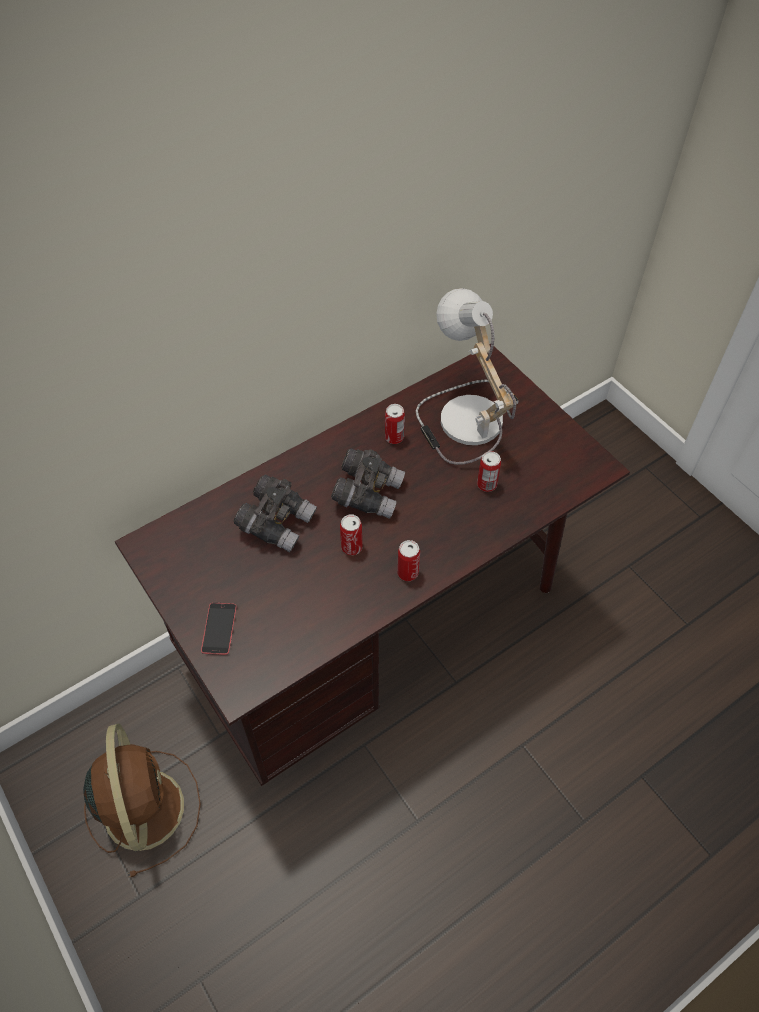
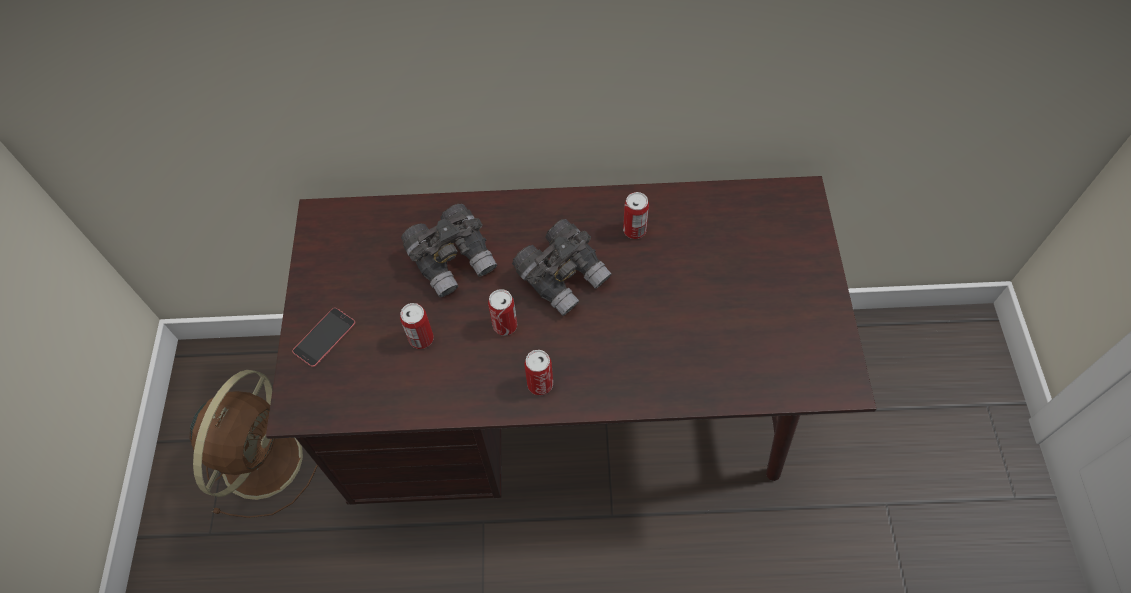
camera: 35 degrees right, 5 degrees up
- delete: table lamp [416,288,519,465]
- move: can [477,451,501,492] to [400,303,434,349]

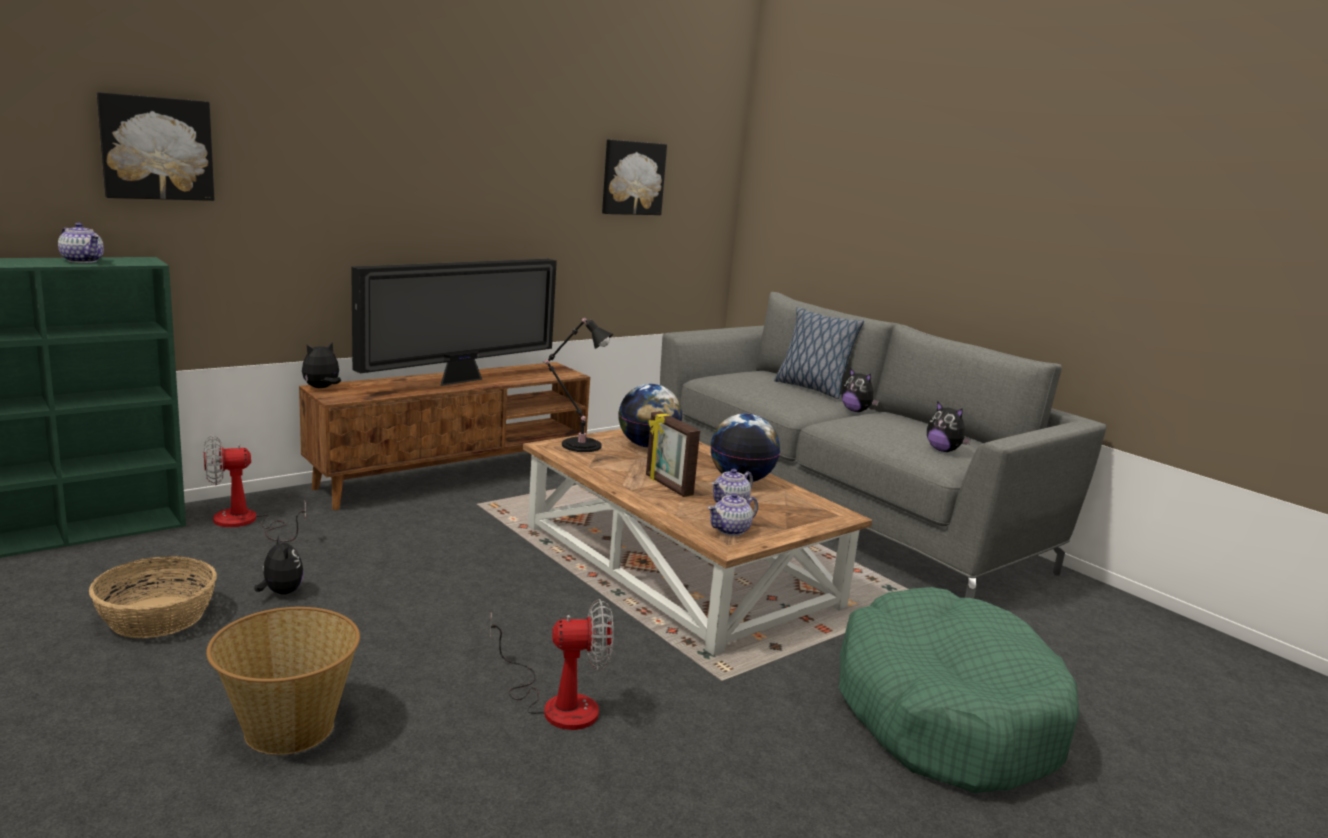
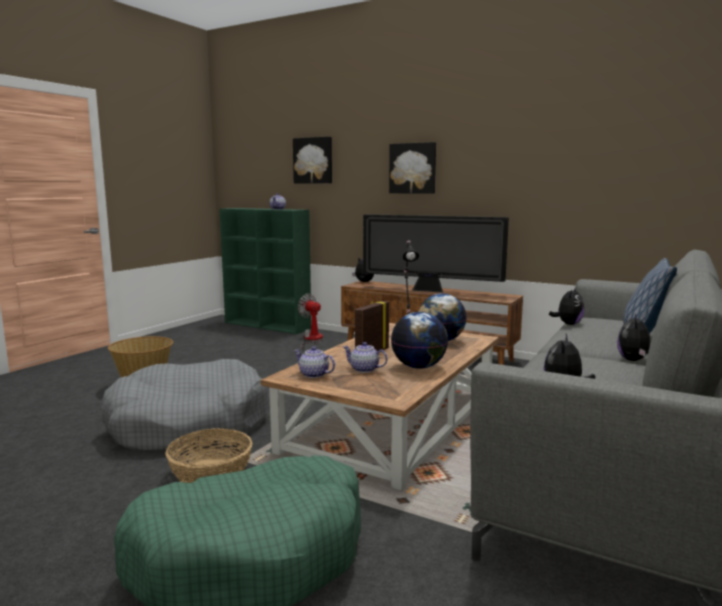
camera: 70 degrees right, 5 degrees down
- move: basket [89,556,217,638] to [165,428,253,483]
- move: plush toy [254,535,304,595] to [549,287,584,325]
- replace: fan [490,599,614,730] to grey dog bed [100,359,269,451]
- move: picture [602,139,667,215] to [389,142,436,194]

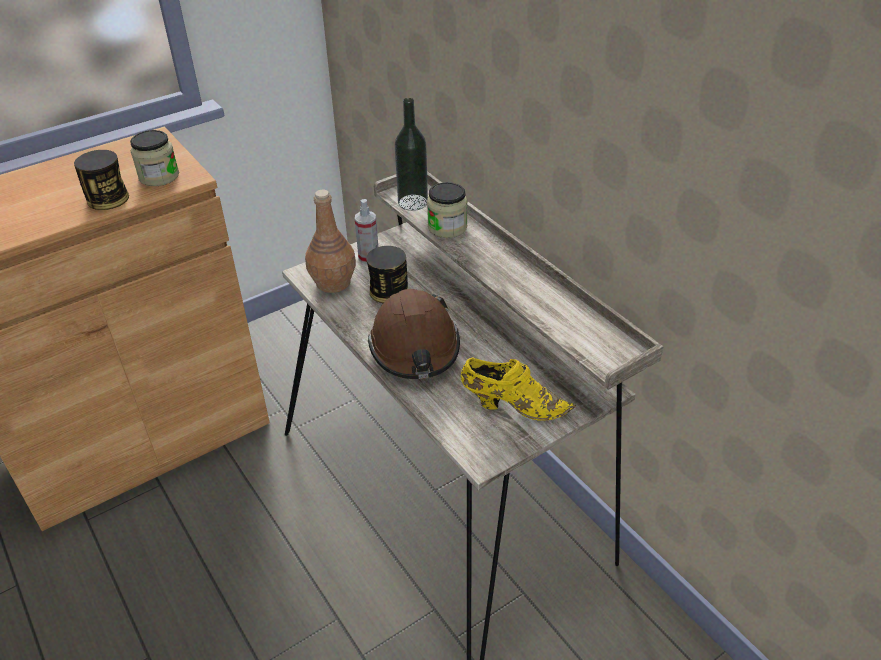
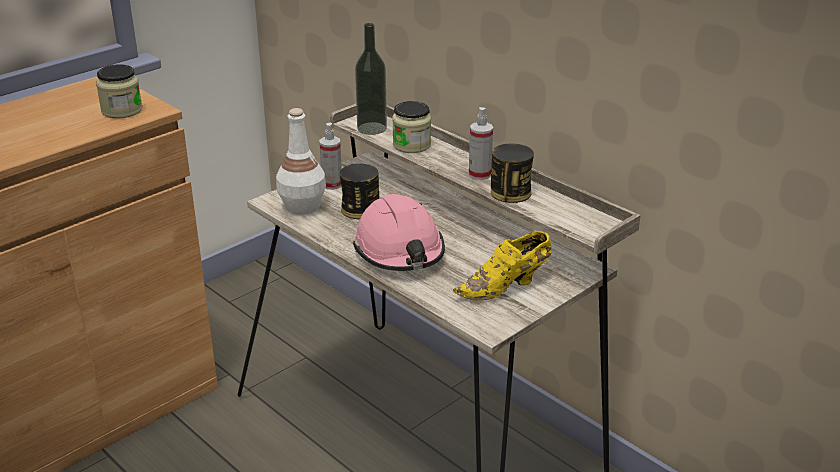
camera: 10 degrees left, 10 degrees down
- move: can [74,150,129,210] to [491,143,534,203]
- recolor: brown bottle [305,189,356,293] to white bottle [276,108,326,215]
- recolor: brown hard hat [368,289,460,379] to pink hard hat [353,194,445,271]
- rotate: yellow shoe [461,357,576,421] = [453,231,552,301] 150 degrees clockwise
- insert: spray bottle [469,107,493,180]

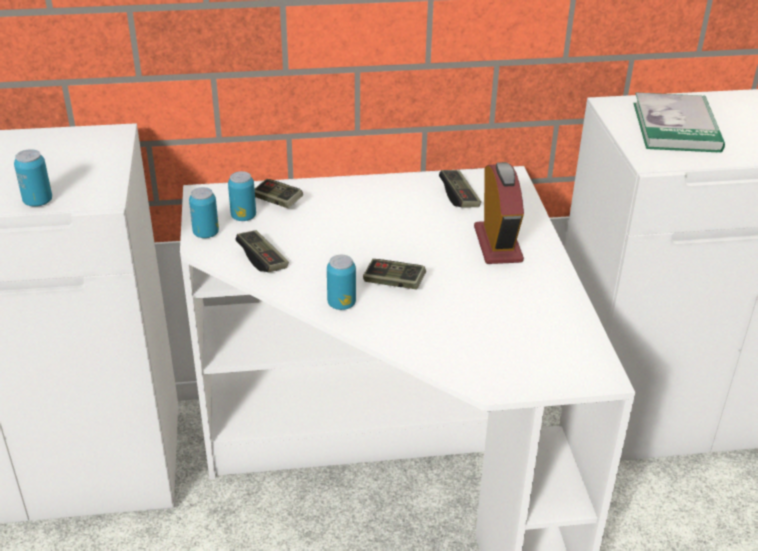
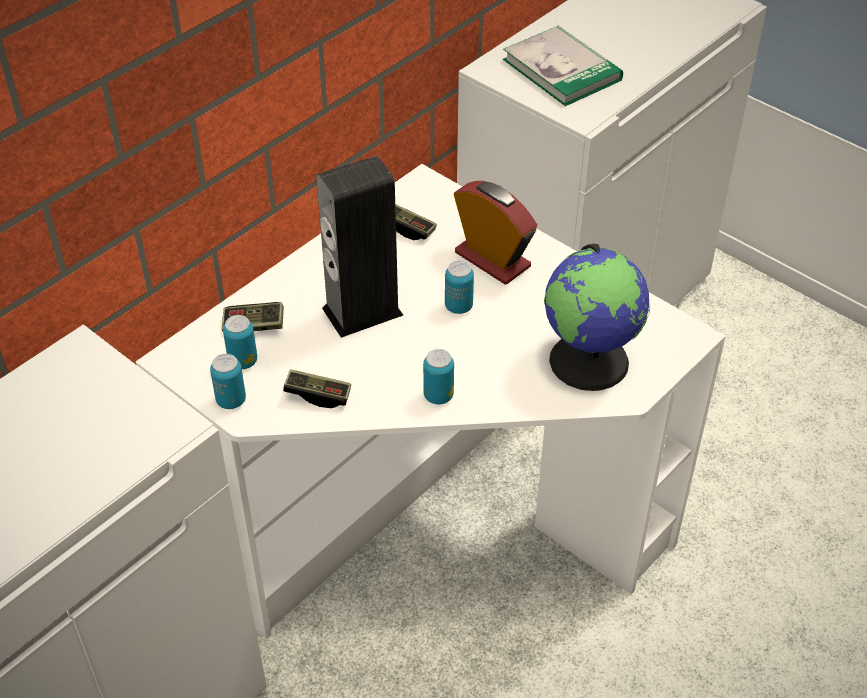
camera: 40 degrees left, 10 degrees up
- move: can [14,149,52,207] to [445,261,474,314]
- delete: game controller [363,259,426,289]
- insert: speaker [316,156,403,338]
- insert: globe [544,244,651,391]

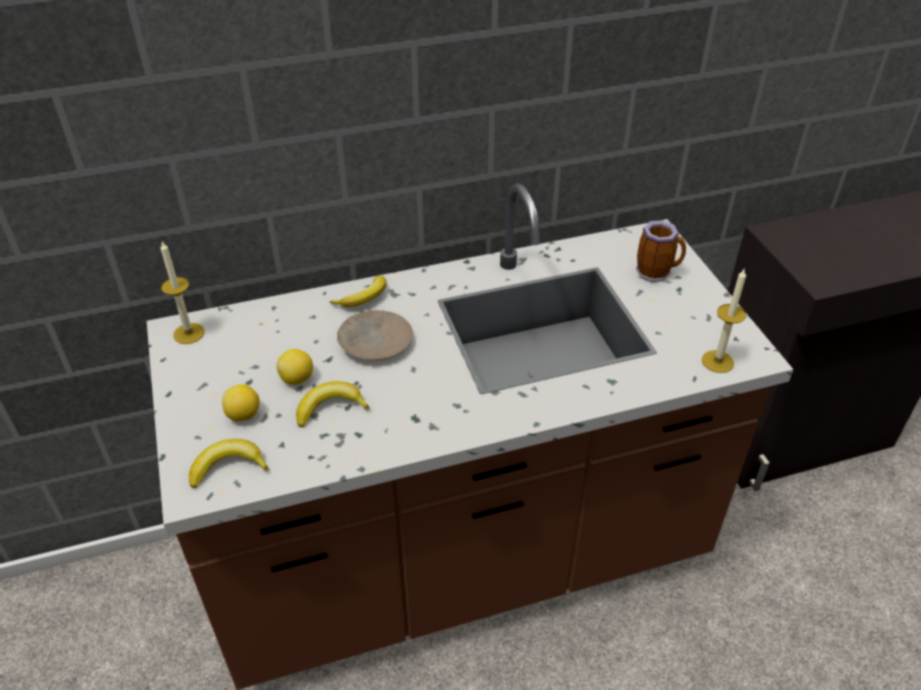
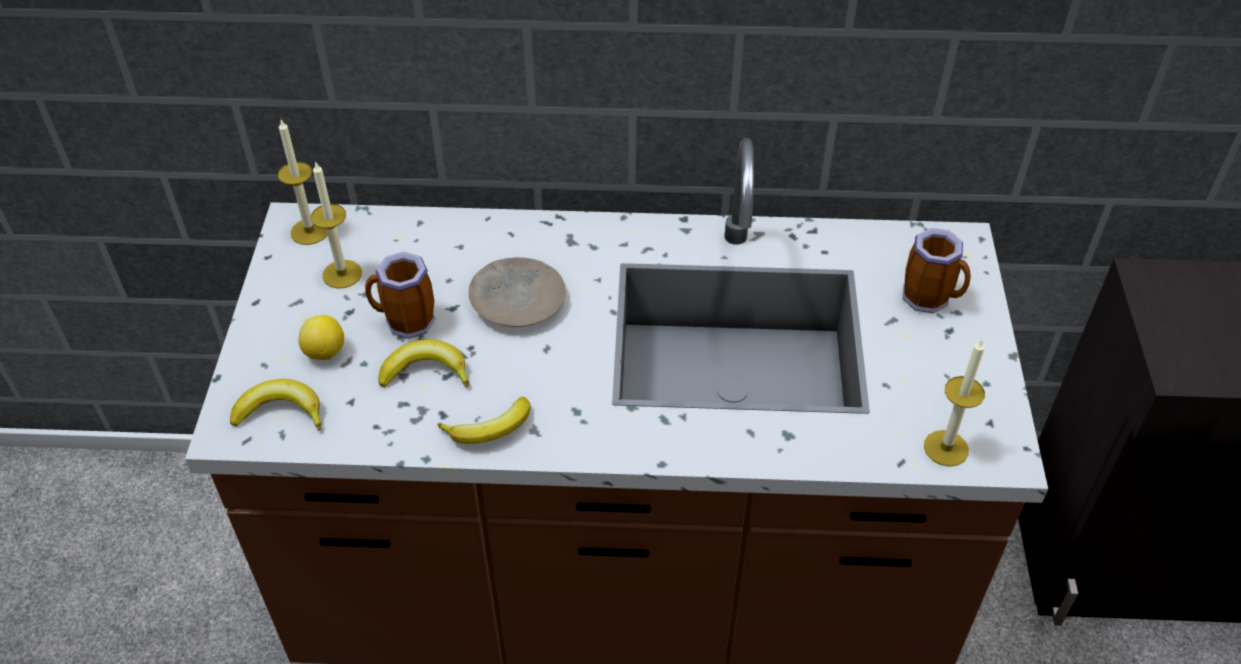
camera: 20 degrees right, 5 degrees up
- replace: lemon [277,349,313,385] to mug [365,252,436,339]
- move: banana [329,276,386,307] to [437,397,530,444]
- insert: candle [311,161,362,289]

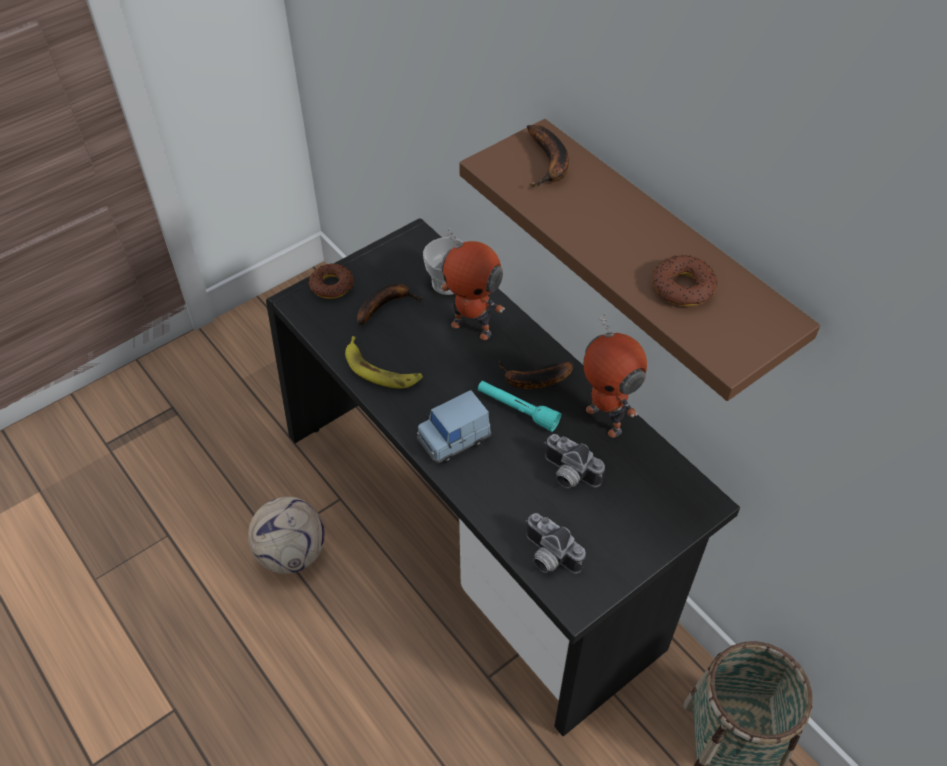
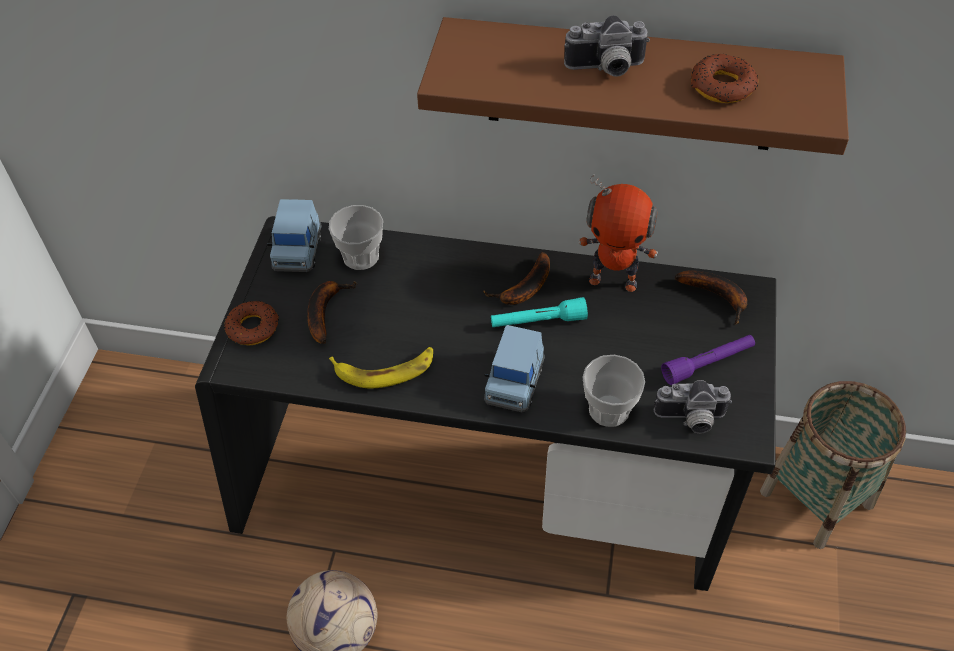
camera: 40 degrees left, 0 degrees up
- delete: toy robot [441,228,505,340]
- move: banana [527,125,569,187] to [675,270,748,325]
- move: photo camera [544,434,605,488] to [564,15,650,77]
- insert: blue toy car [267,199,322,272]
- insert: cup [582,355,645,427]
- insert: purple flashlight [661,335,755,385]

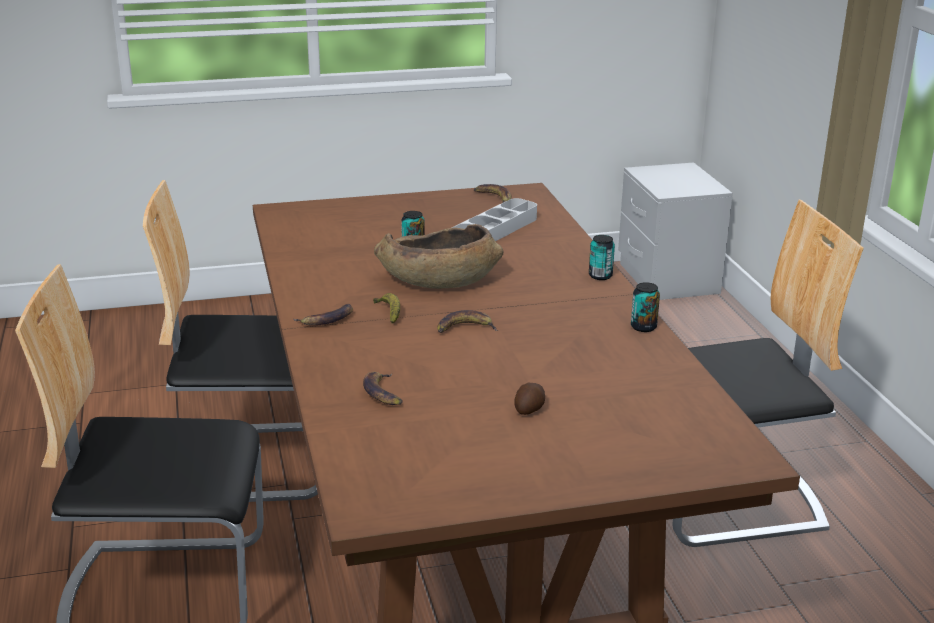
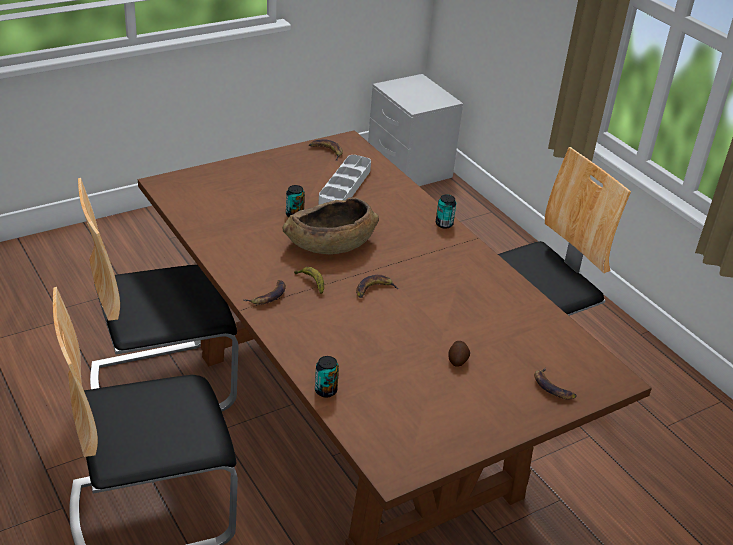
camera: 20 degrees left, 10 degrees up
- move: banana [363,372,403,405] to [534,368,577,399]
- move: can [631,282,660,332] to [315,356,339,397]

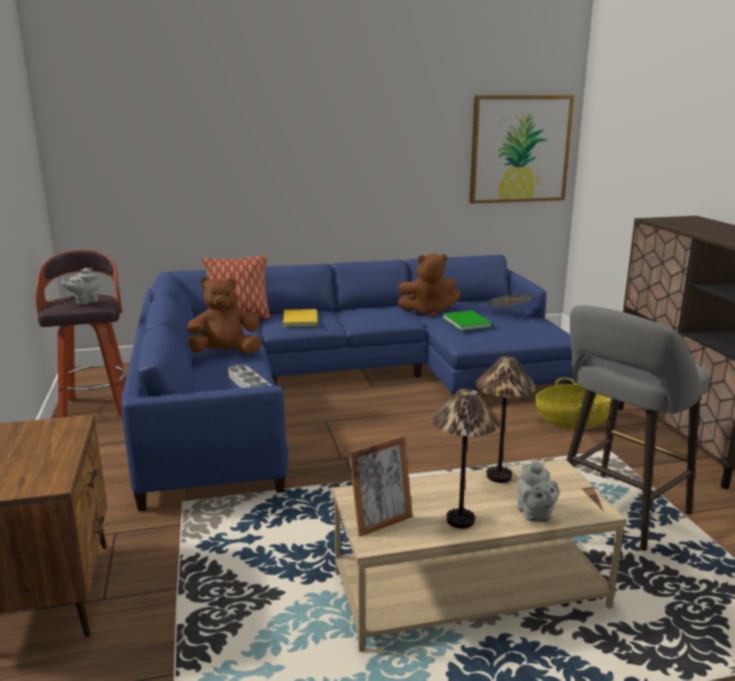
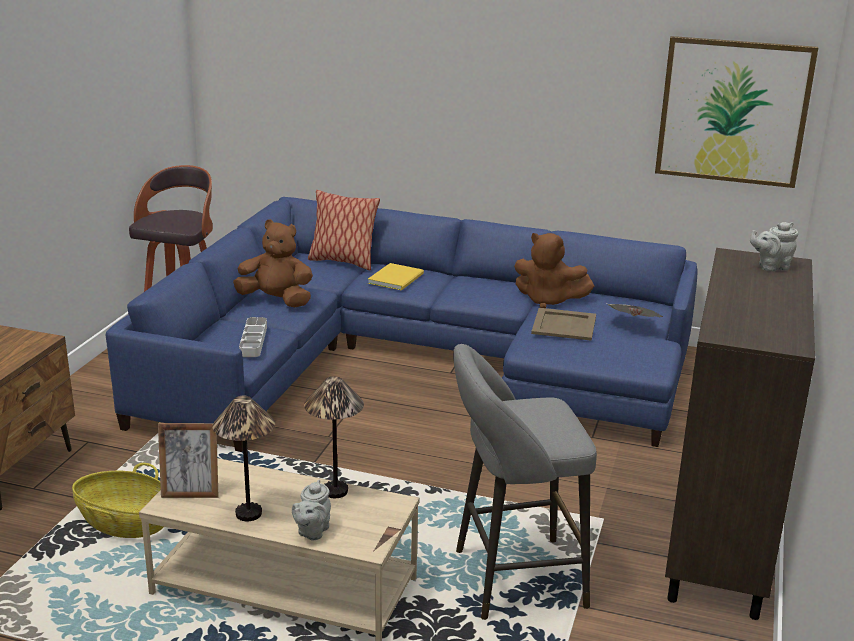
camera: 30 degrees right, 5 degrees up
- move: grey teapot [61,267,99,305] to [750,222,798,272]
- replace: green book [443,311,493,331] to beige tray [531,308,596,341]
- move: basket [535,378,611,429] to [72,463,164,538]

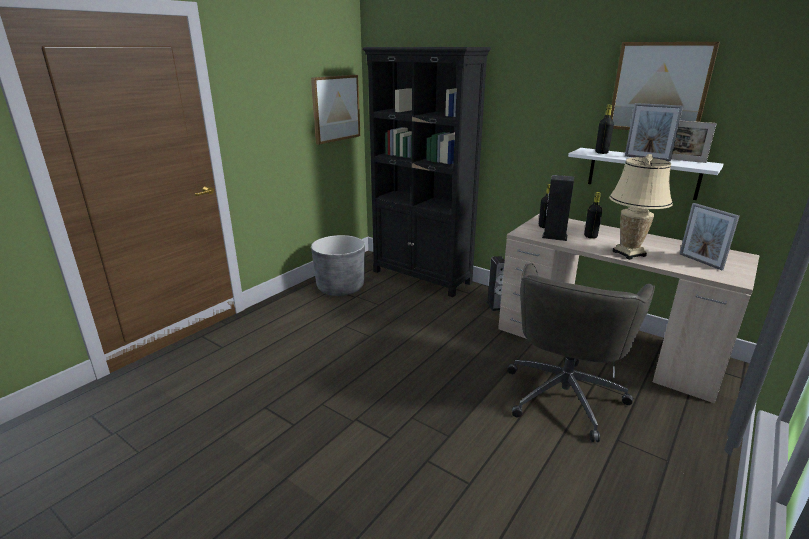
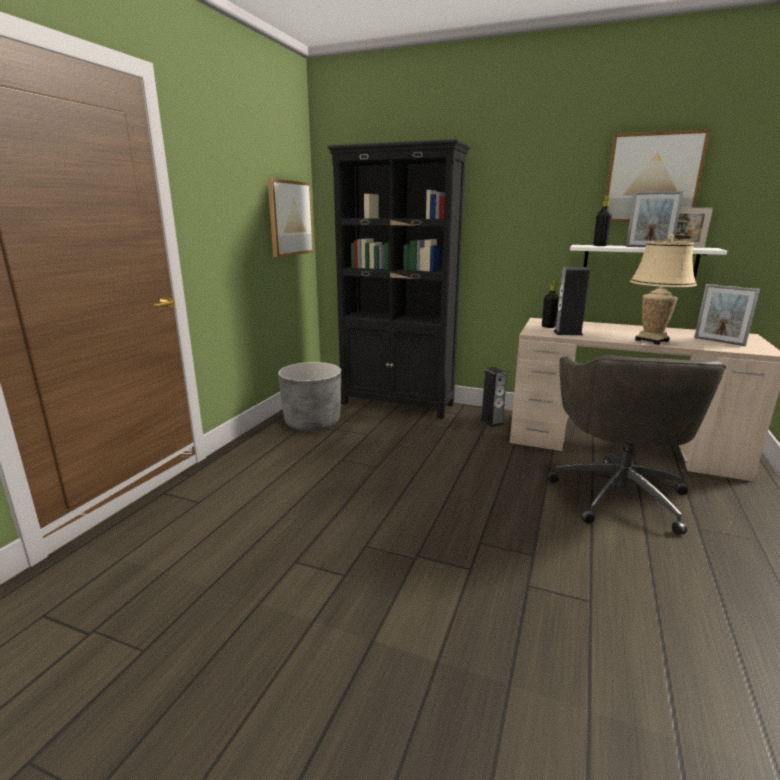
camera: 15 degrees left, 5 degrees down
- delete: black bottle [584,192,603,239]

